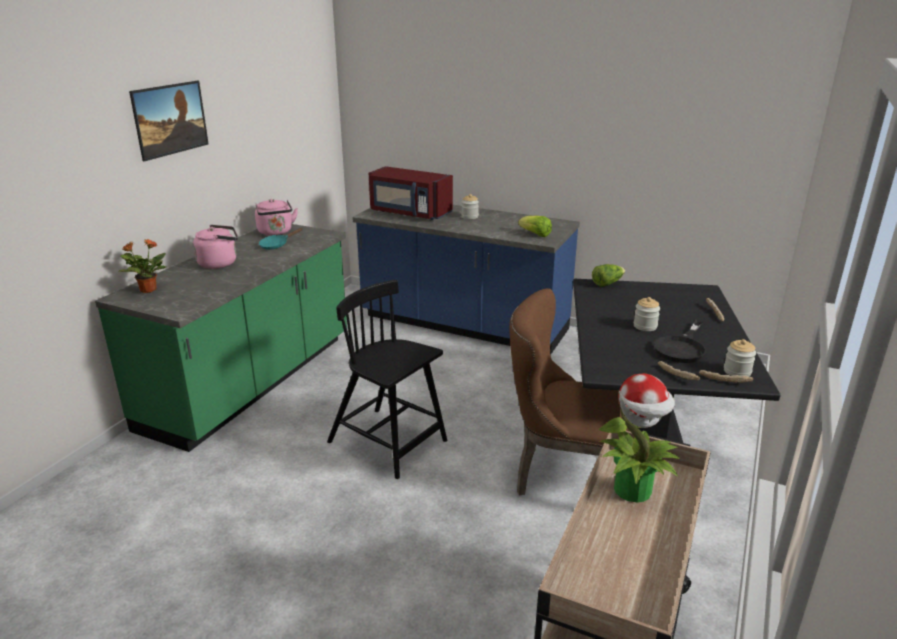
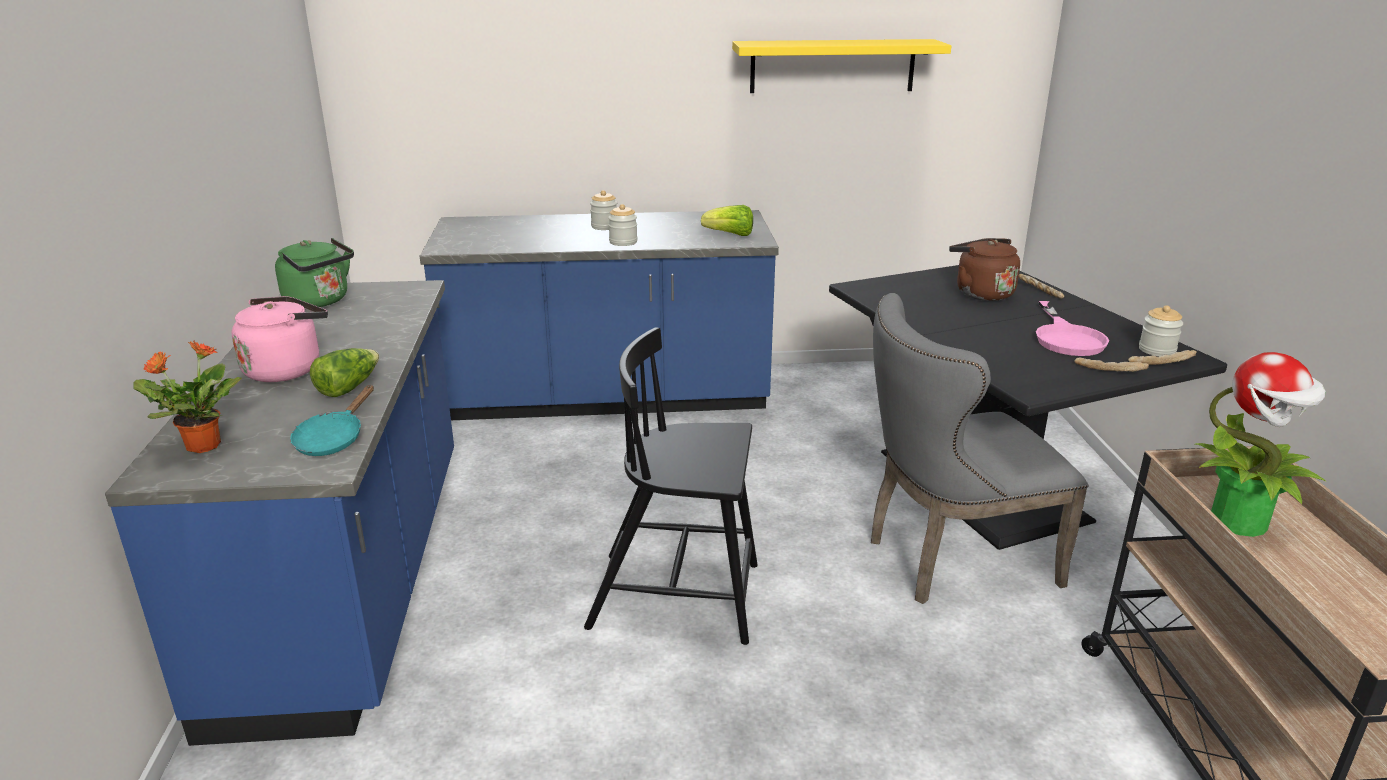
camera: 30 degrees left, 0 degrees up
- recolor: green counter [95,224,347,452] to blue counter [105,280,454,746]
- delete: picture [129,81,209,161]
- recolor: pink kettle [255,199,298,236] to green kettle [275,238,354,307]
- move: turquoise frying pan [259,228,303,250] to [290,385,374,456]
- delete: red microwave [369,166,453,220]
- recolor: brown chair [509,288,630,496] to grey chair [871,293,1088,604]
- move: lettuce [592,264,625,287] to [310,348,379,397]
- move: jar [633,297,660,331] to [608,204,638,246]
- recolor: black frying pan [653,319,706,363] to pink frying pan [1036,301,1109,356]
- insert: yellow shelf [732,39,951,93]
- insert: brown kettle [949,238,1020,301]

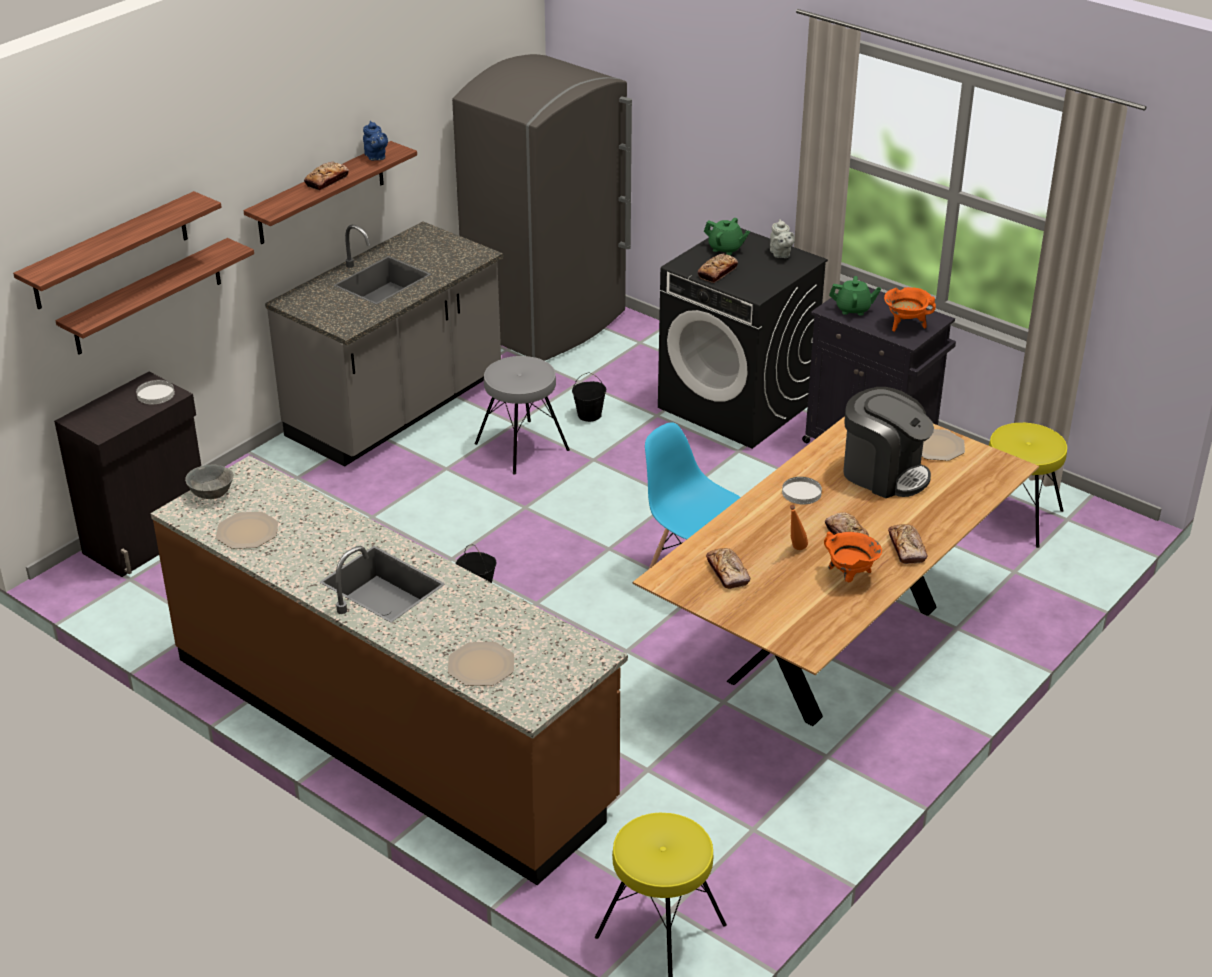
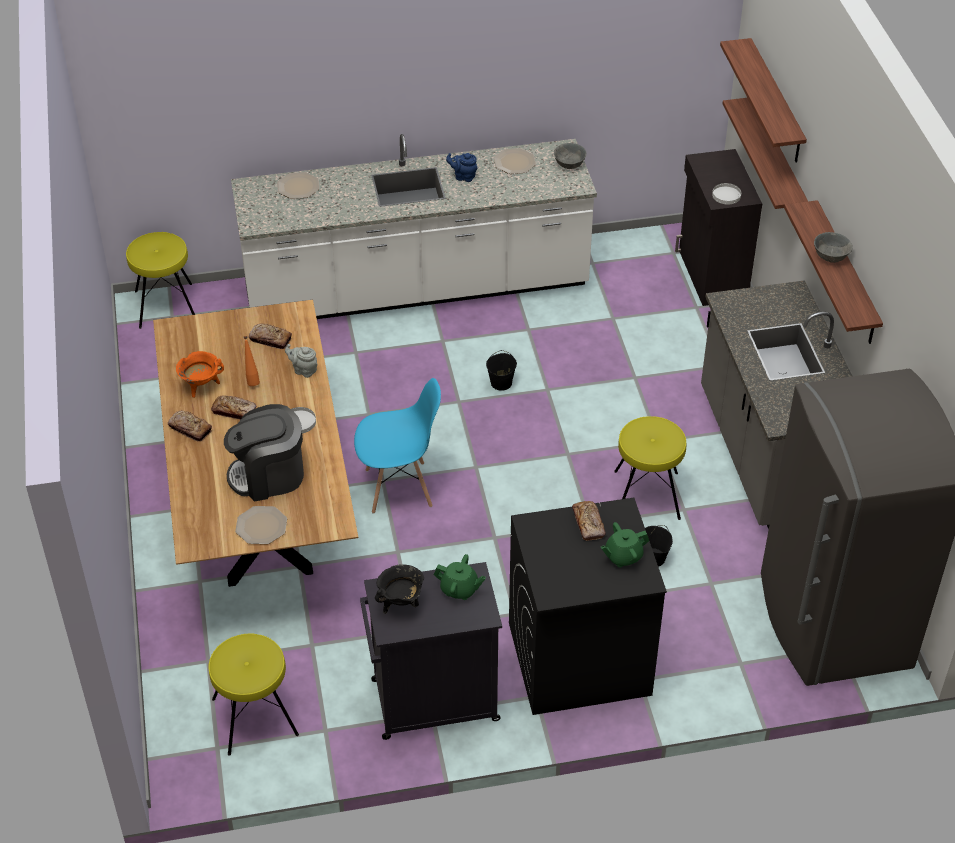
camera: 130 degrees right, 10 degrees up
- recolor: brown counter [151,455,628,885] to white counter [231,134,597,319]
- replace: bread [304,161,349,191] to grey bowl [814,232,853,263]
- move: blue teapot [363,121,388,161] to [446,153,478,182]
- recolor: grey stool [475,356,570,474] to yellow stool [614,416,686,520]
- move: grey teapot [770,219,795,258] to [285,344,317,378]
- rotate: green teapot [829,276,881,316] = [434,554,486,600] 120 degrees counterclockwise
- recolor: orange cooking pot [884,287,936,332] to black cooking pot [375,564,424,614]

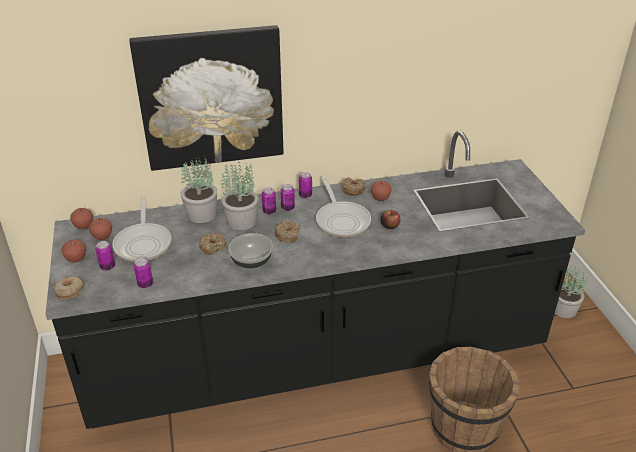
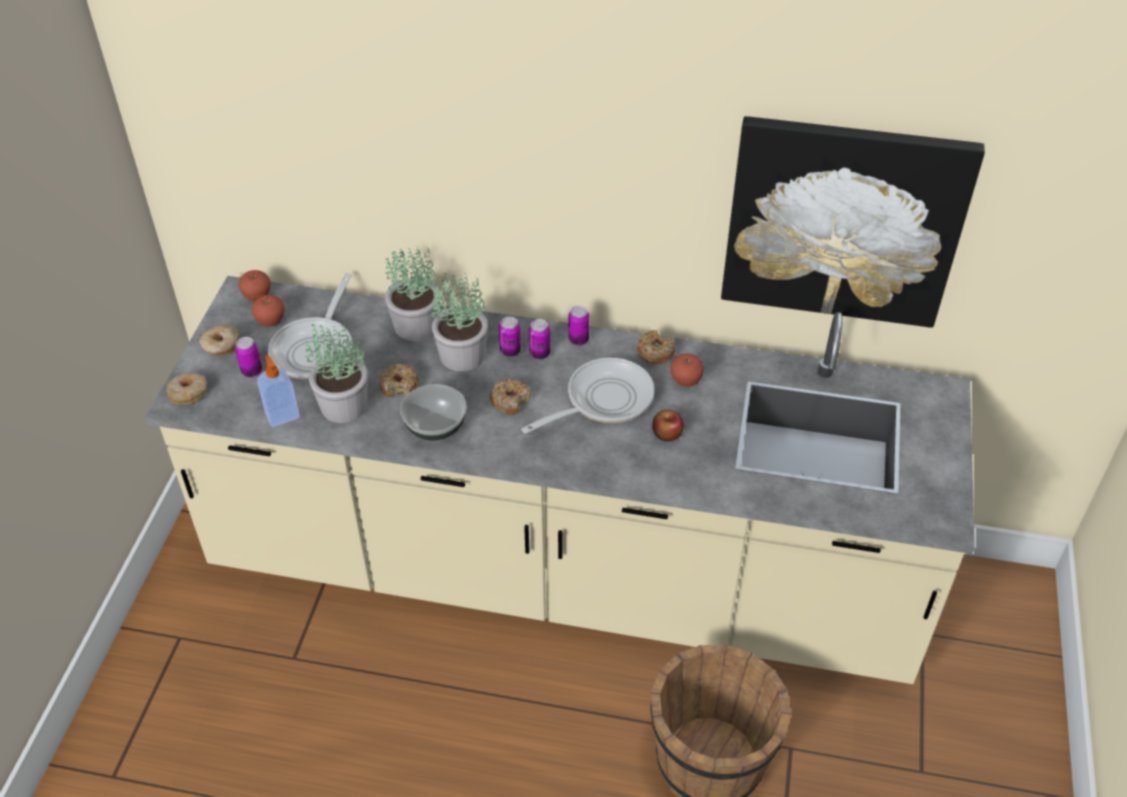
camera: 25 degrees right, 10 degrees up
- recolor: black counter [46,131,585,429] to beige counter [145,276,975,684]
- replace: apple [62,239,86,262] to donut [200,324,240,356]
- move: picture [129,25,284,171] to [721,116,985,328]
- replace: can [134,258,153,288] to soap dispenser [257,355,300,427]
- rotate: frying pan [316,177,371,237] = [521,358,654,434] 135 degrees counterclockwise
- move: potted plant [555,266,588,318] to [305,324,368,423]

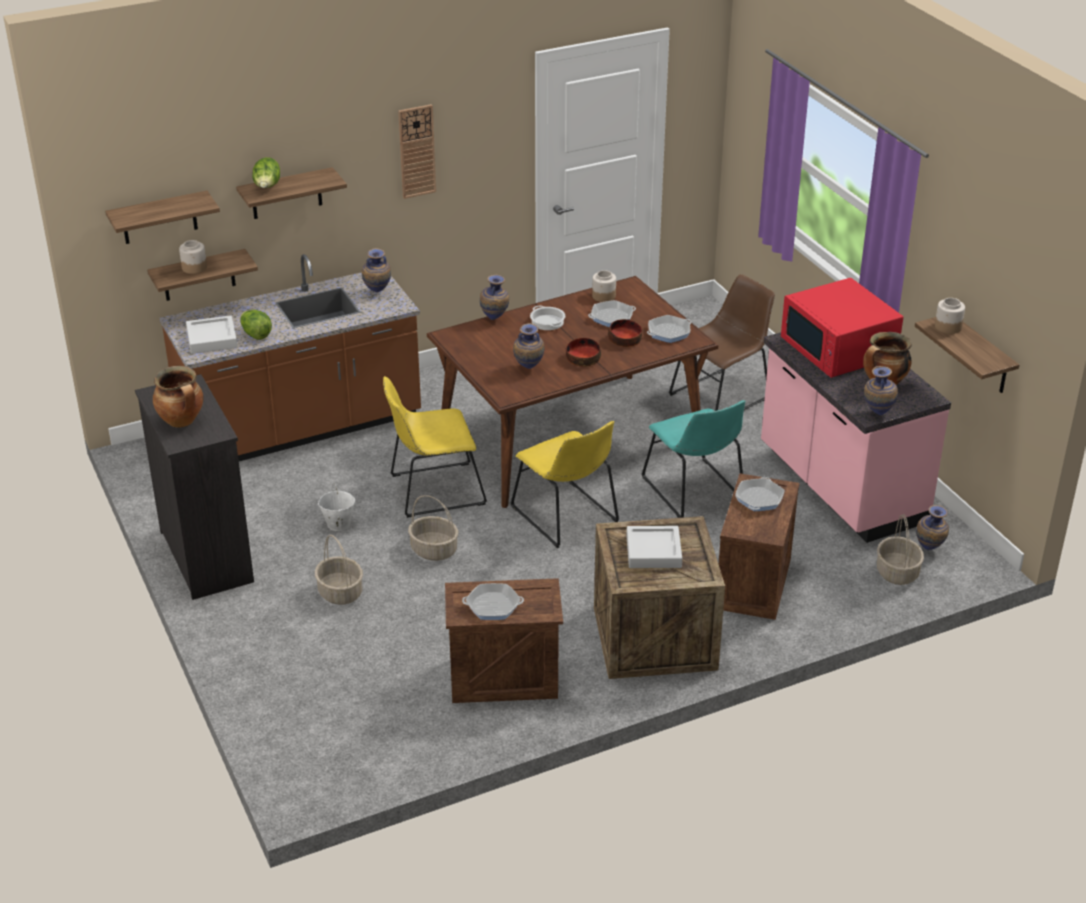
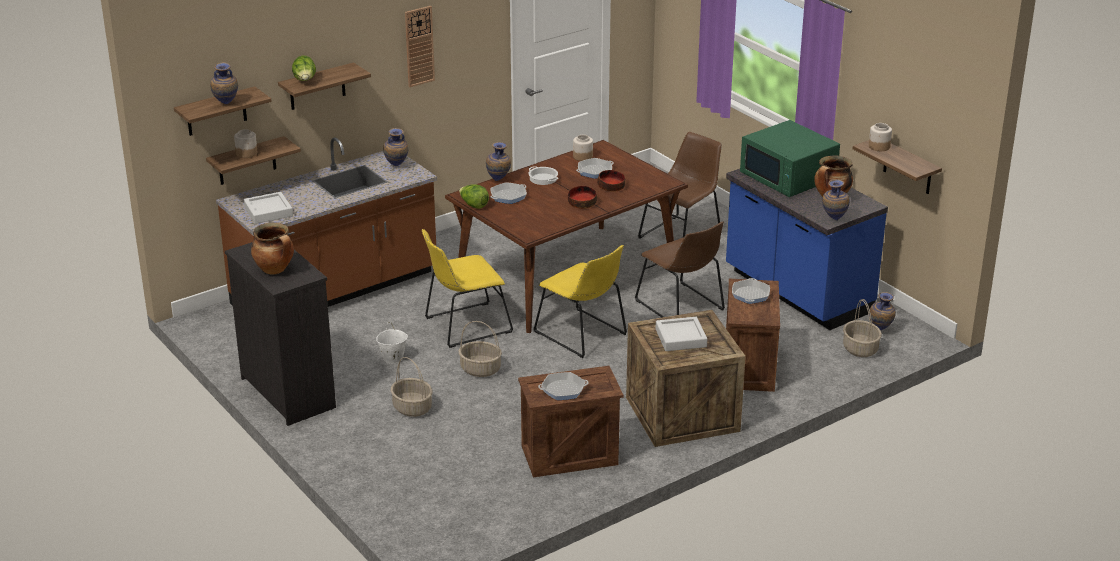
camera: 10 degrees left, 5 degrees down
- move: lettuce [240,310,272,340] to [459,184,489,209]
- move: vase [513,323,545,369] to [210,62,238,104]
- recolor: turquoise chair [642,400,745,518] to brown chair [635,221,725,317]
- move: frying pan [647,315,692,343] to [490,182,527,204]
- recolor: pink counter [761,332,951,543] to blue counter [726,169,888,330]
- recolor: red microwave [781,278,903,378] to green microwave [740,120,840,197]

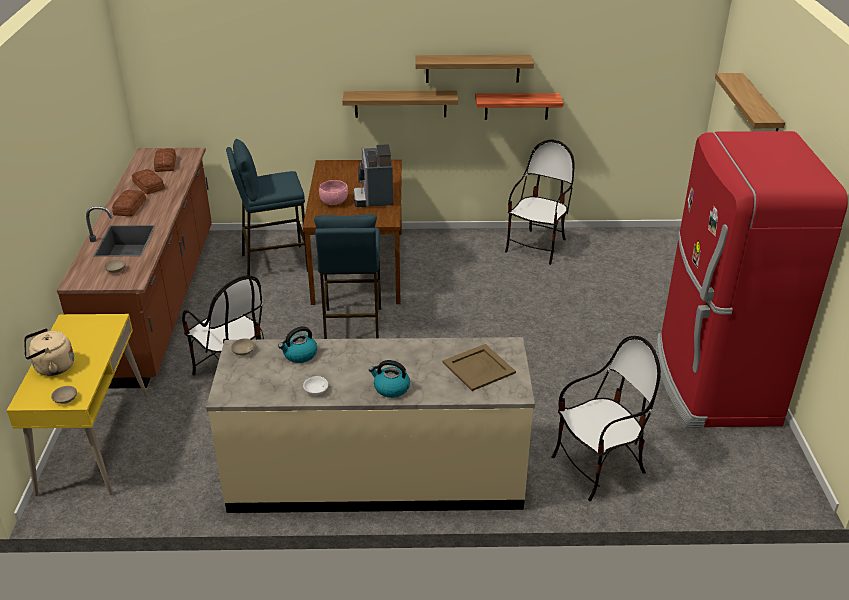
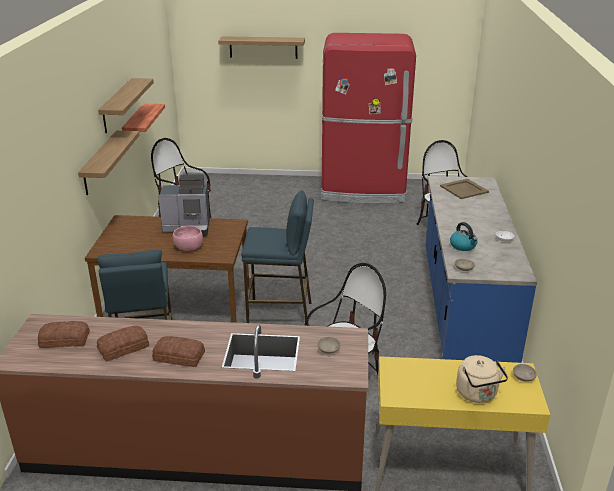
camera: 85 degrees left, 5 degrees down
- recolor: beige counter [206,337,535,513] to blue counter [426,176,537,363]
- delete: kettle [369,360,410,398]

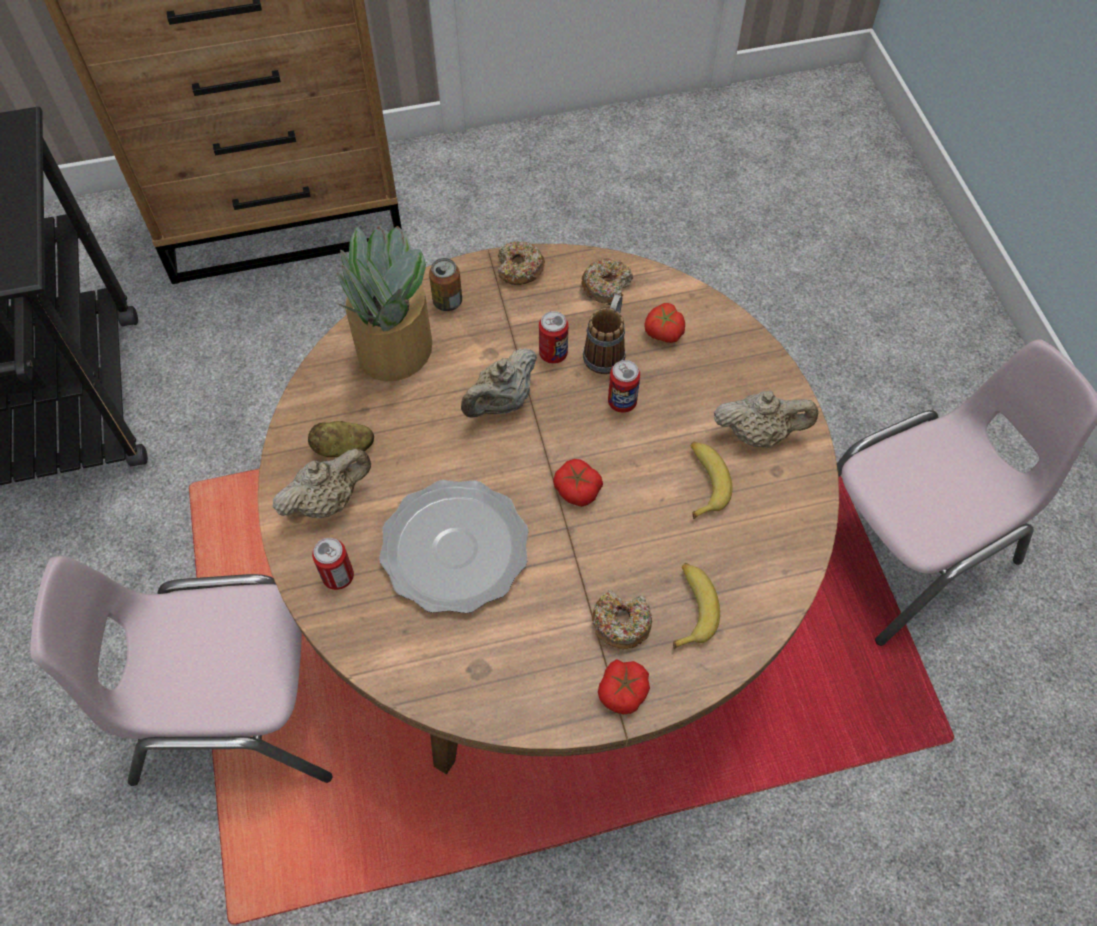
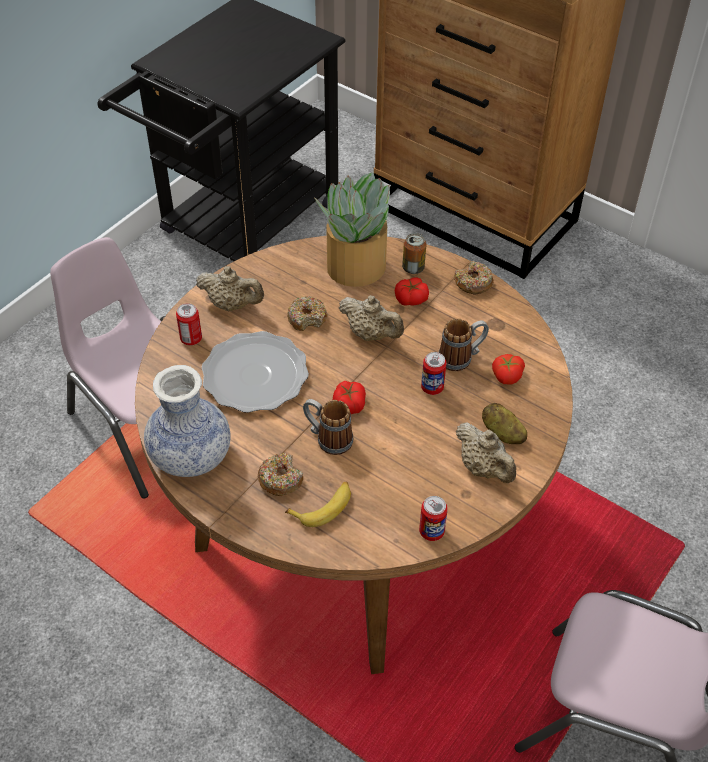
camera: 50 degrees right, 10 degrees down
- move: potato [308,421,374,457] to [482,403,527,444]
- rotate: beige teapot [461,348,537,418] = [339,295,404,341] 150 degrees counterclockwise
- move: can [539,311,568,364] to [419,496,448,541]
- move: donut [581,258,633,305] to [287,296,327,331]
- move: tomato [598,659,650,714] to [395,277,429,306]
- delete: banana [691,442,733,519]
- insert: vase [144,365,231,477]
- insert: mug [303,399,353,455]

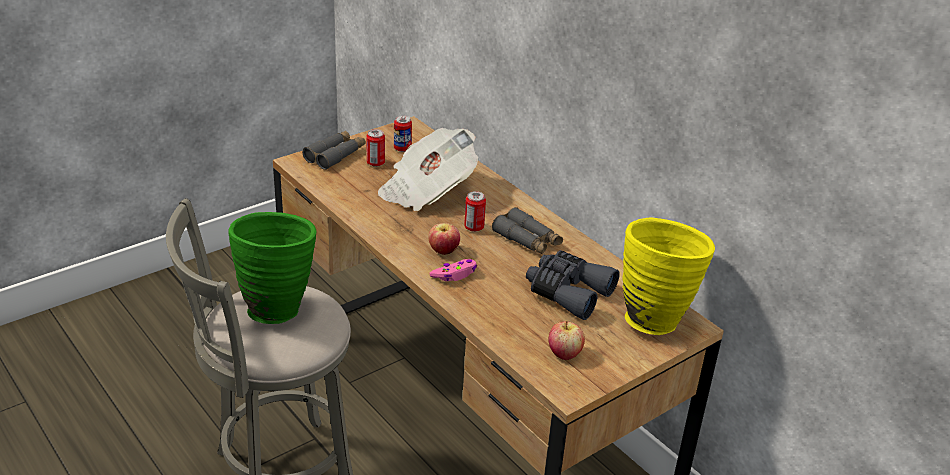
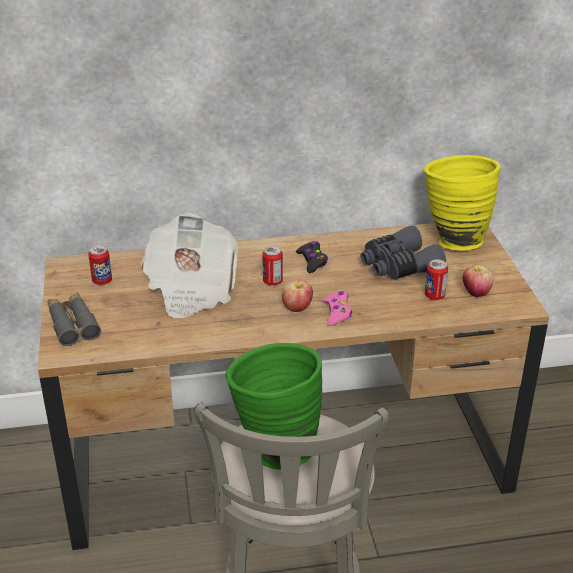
camera: 60 degrees left, 0 degrees up
- move: can [366,129,385,167] to [425,259,448,300]
- replace: grey binoculars [492,207,563,255] to black game controller [296,241,328,273]

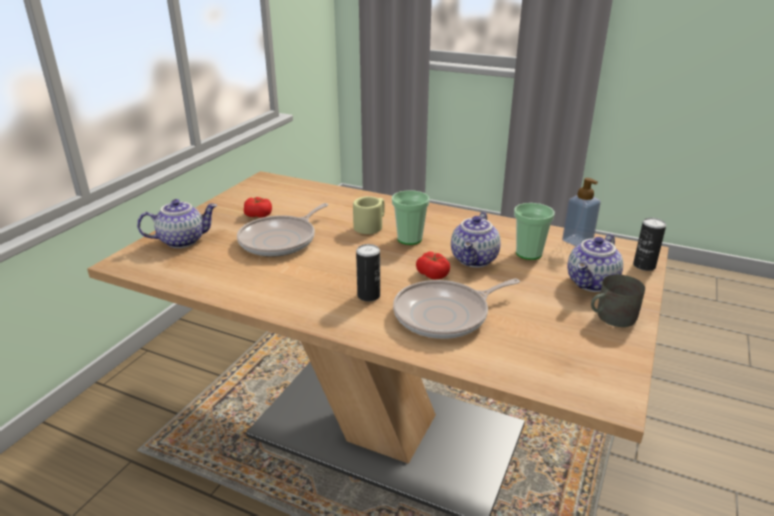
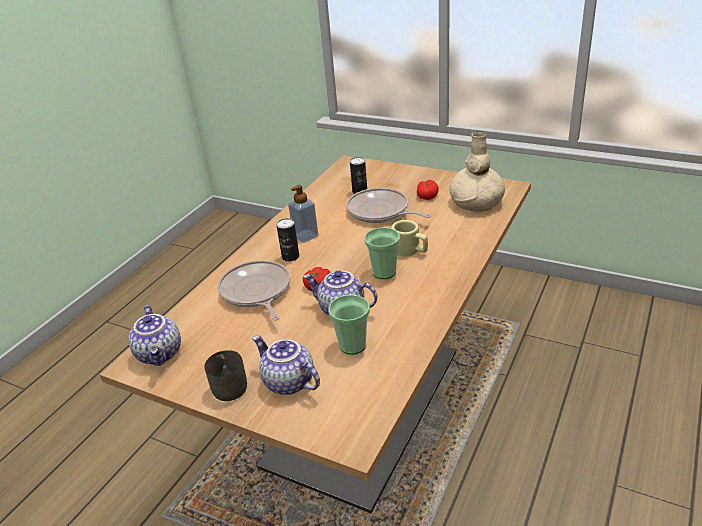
camera: 95 degrees right, 5 degrees up
- move: teapot [137,199,217,248] to [128,305,181,366]
- move: soap dispenser [562,178,601,246] to [288,185,318,243]
- move: can [633,218,666,271] to [350,157,367,194]
- insert: beige vase [450,131,505,212]

